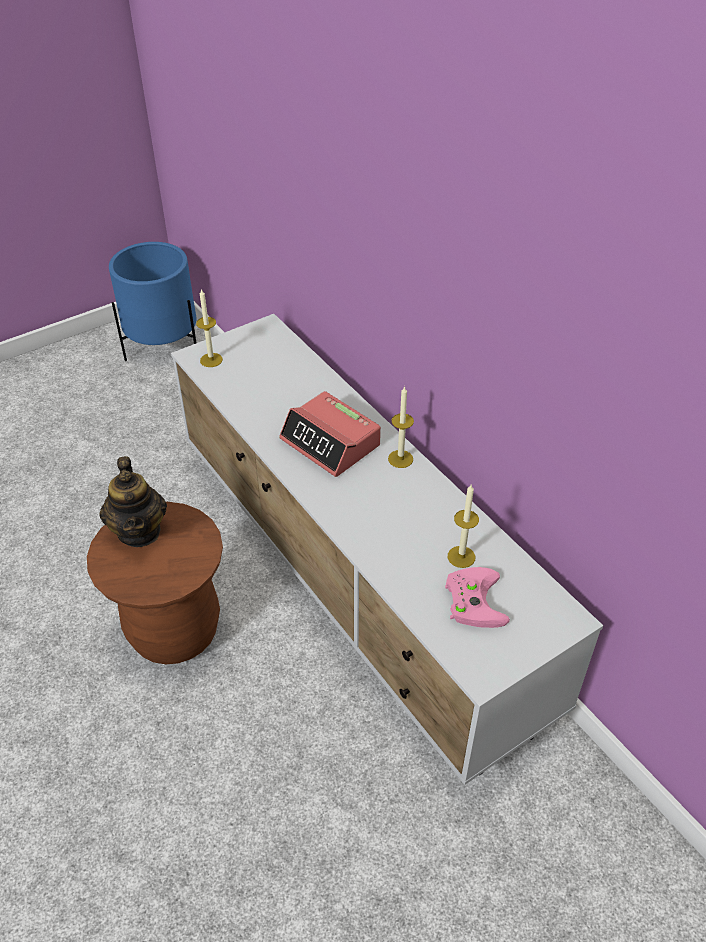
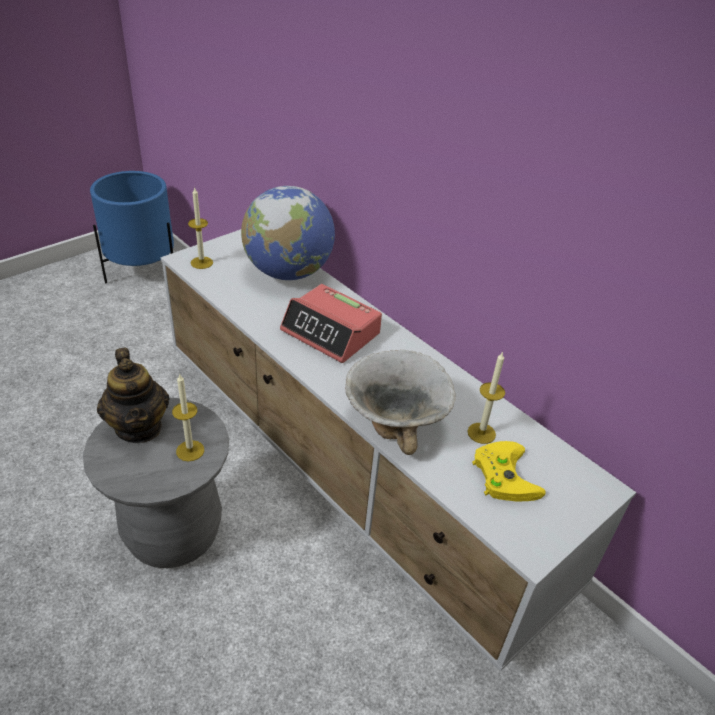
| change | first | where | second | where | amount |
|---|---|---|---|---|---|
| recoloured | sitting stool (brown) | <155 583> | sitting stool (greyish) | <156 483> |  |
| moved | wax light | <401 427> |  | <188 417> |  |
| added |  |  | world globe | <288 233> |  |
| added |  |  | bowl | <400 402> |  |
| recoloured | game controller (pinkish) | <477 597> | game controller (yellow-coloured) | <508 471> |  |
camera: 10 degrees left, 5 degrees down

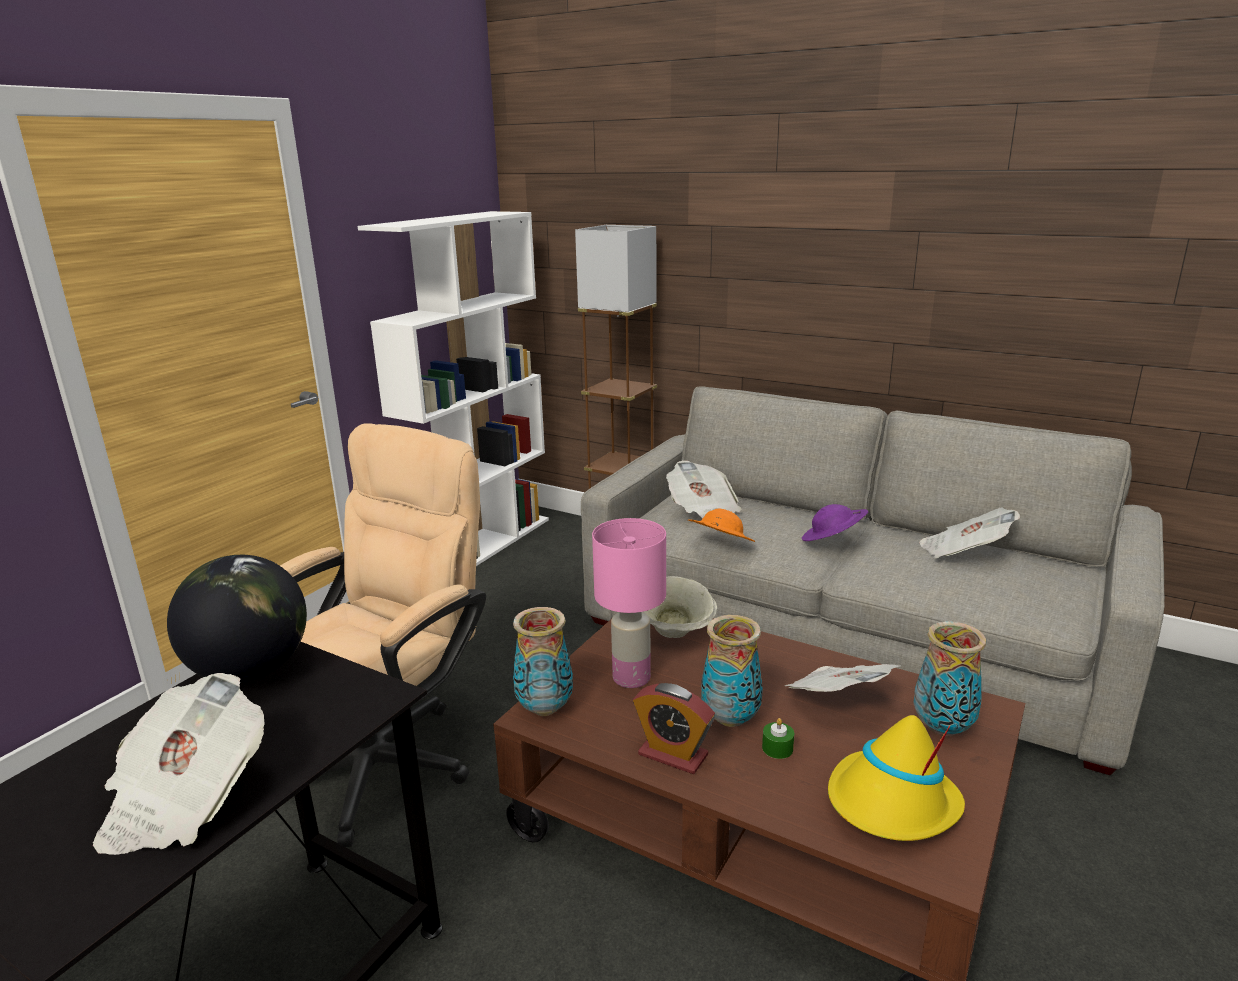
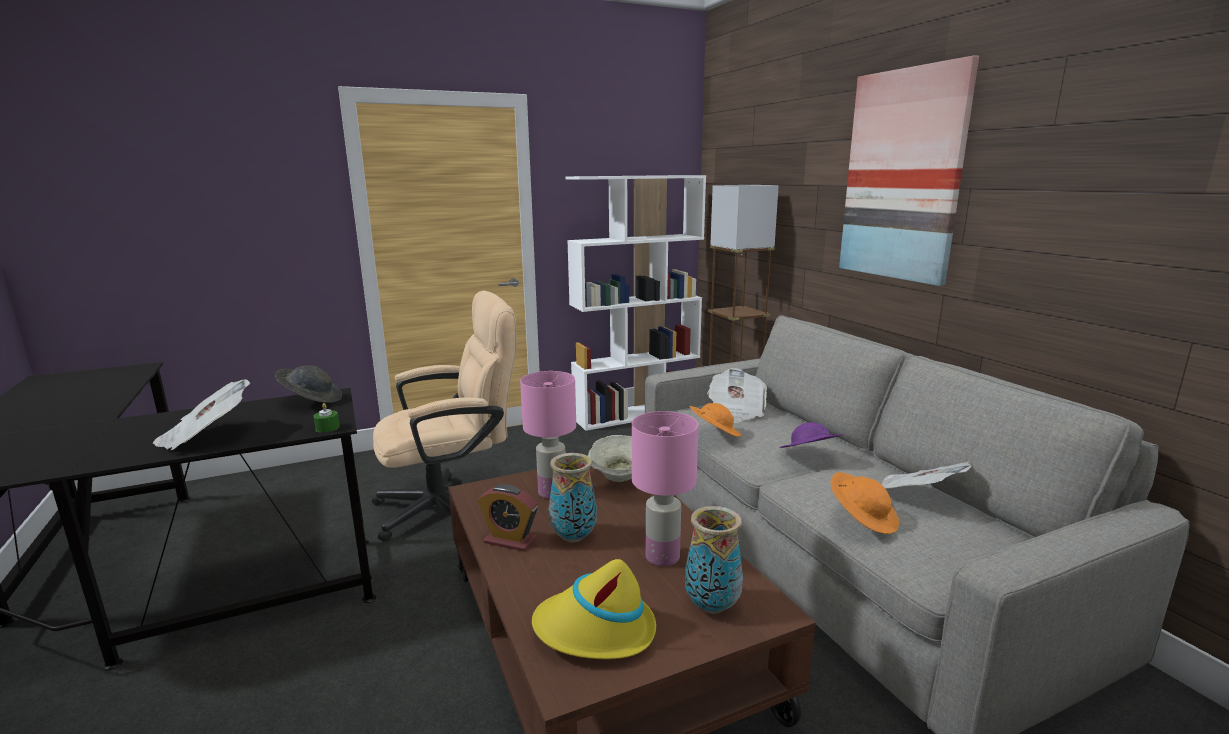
| change | first | where | second | where | amount |
|---|---|---|---|---|---|
| replaced | world globe | <237 619> | hat (greyish) | <308 384> |  |
| moved | wax light (green-coloured) | <778 738> |  | <326 417> |  |
| turned | bedside clock | <674 728> |  | <507 517> | 45 degrees counterclockwise |
| replaced | printed paper | <842 678> | tabletop lamp (pinkish) | <665 488> |  |
| added |  |  | hat (orange-coloured) | <864 503> |  |
| added |  |  | picture | <909 170> |  |
| removed | flower vase | <543 661> |  |  |  |
camera: 35 degrees right, 5 degrees down

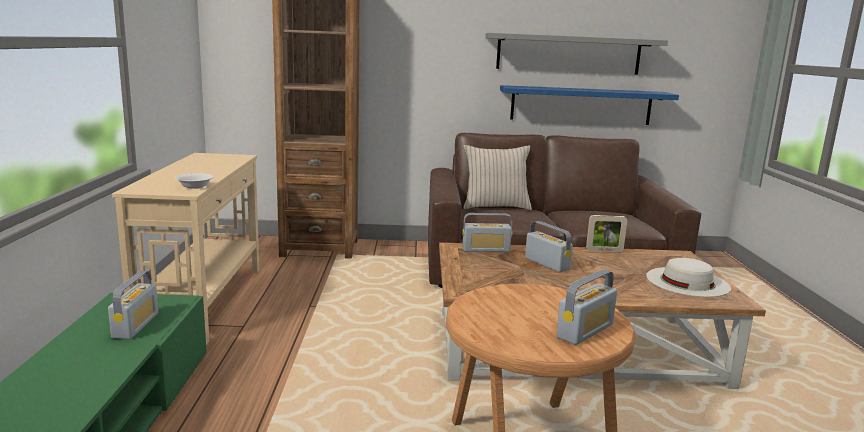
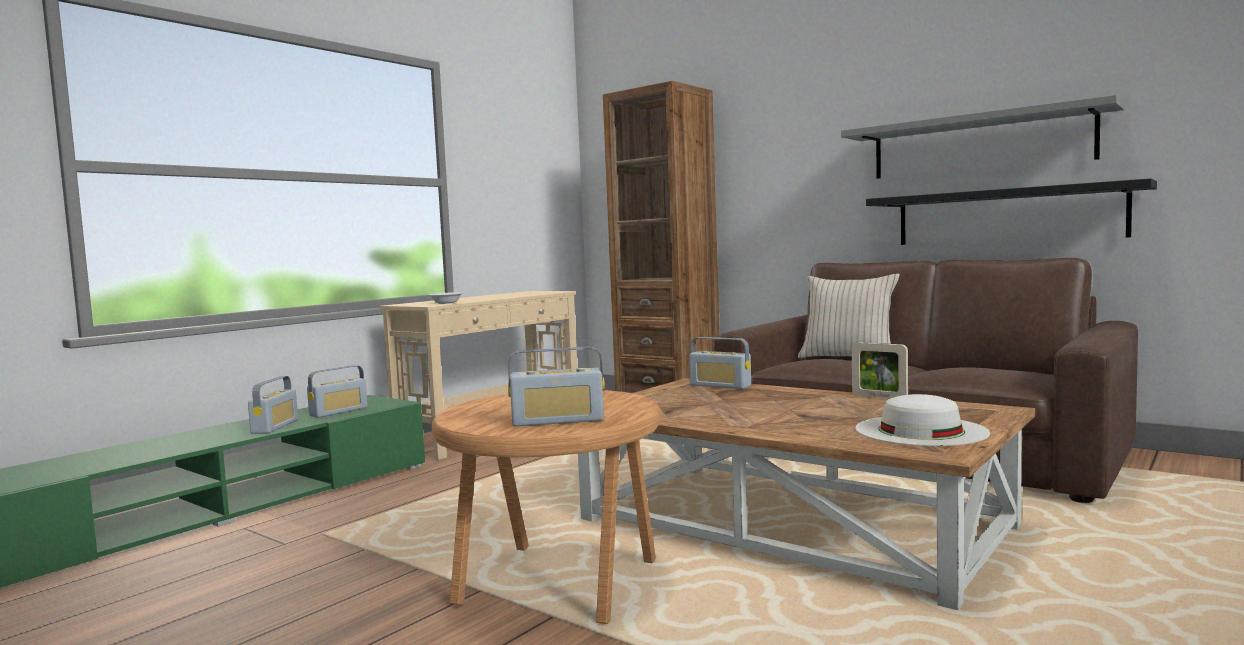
| change | first | where | second | where | amount |
|---|---|---|---|---|---|
| moved | radio | <549 246> |  | <273 405> |  |
| recoloured | wall shelf (bluish) | <589 105> | wall shelf (blackish) | <1011 211> |  |
camera: 40 degrees right, 10 degrees down

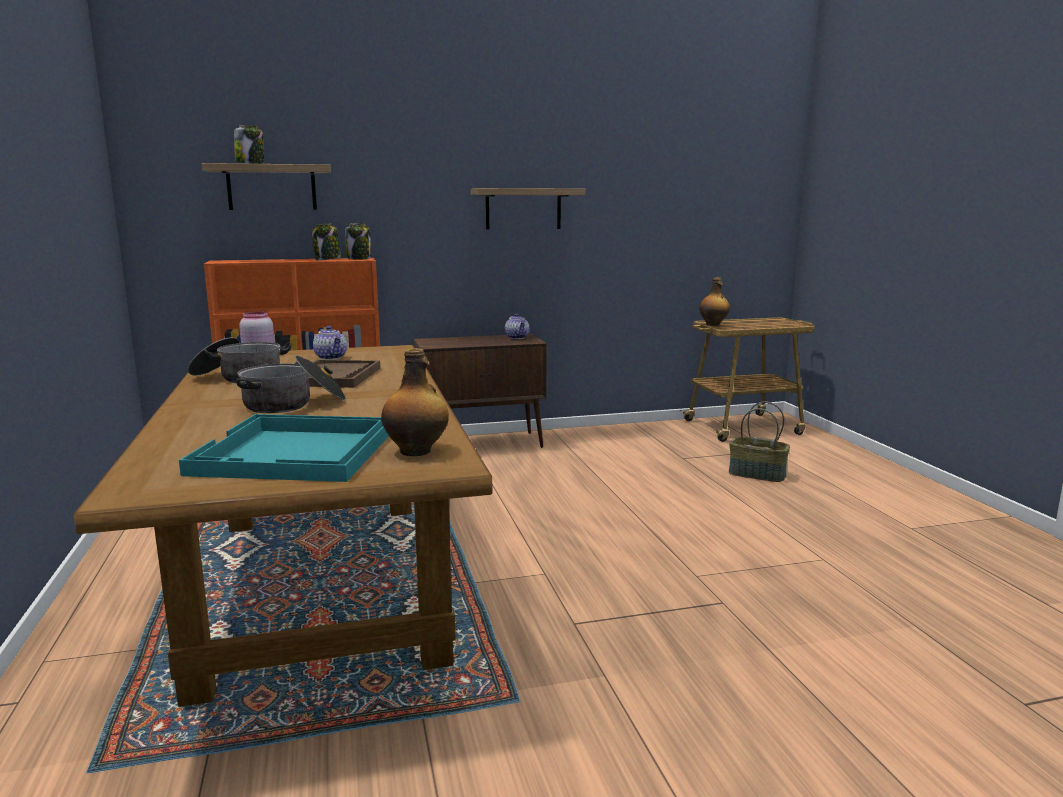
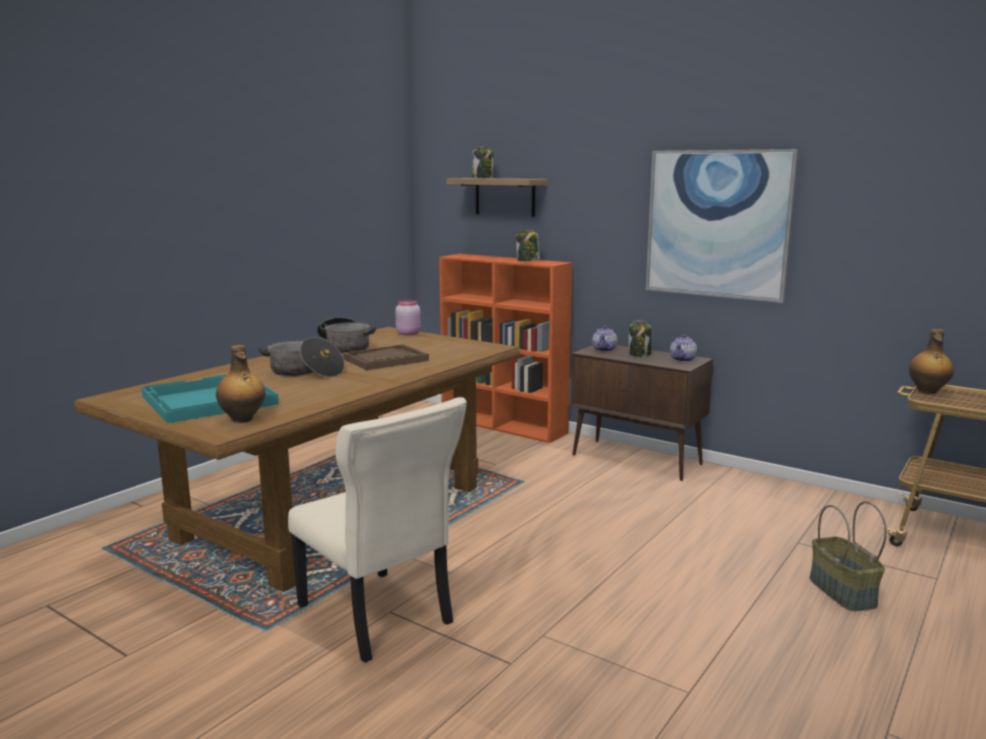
| change | first | where | second | where | amount |
|---|---|---|---|---|---|
| added |  |  | plain chair (beige) | <377 530> |  |
| moved | tea pot | <330 343> |  | <604 339> |  |
| moved | preserve jar | <358 241> |  | <640 338> |  |
| replaced | wall shelf | <528 209> | picture | <722 226> |  |
camera: 50 degrees right, 0 degrees up

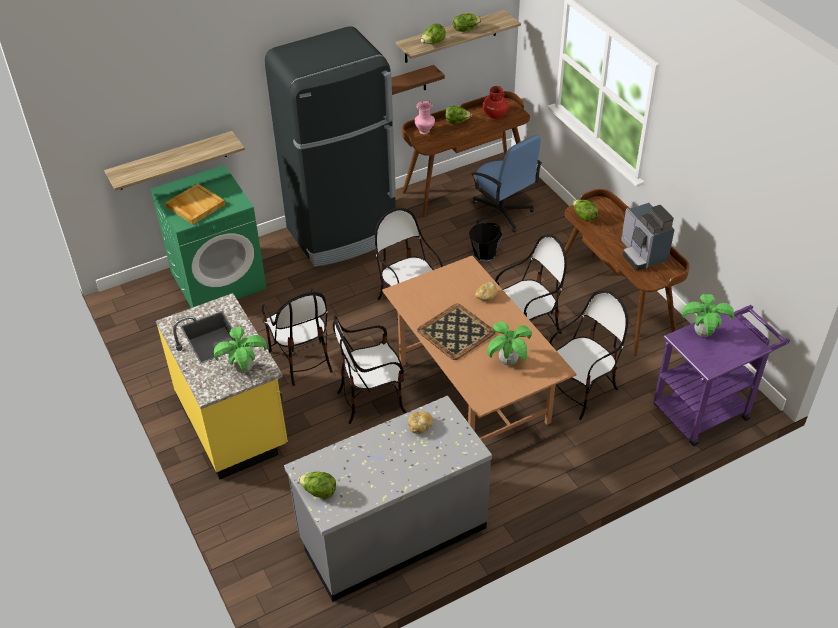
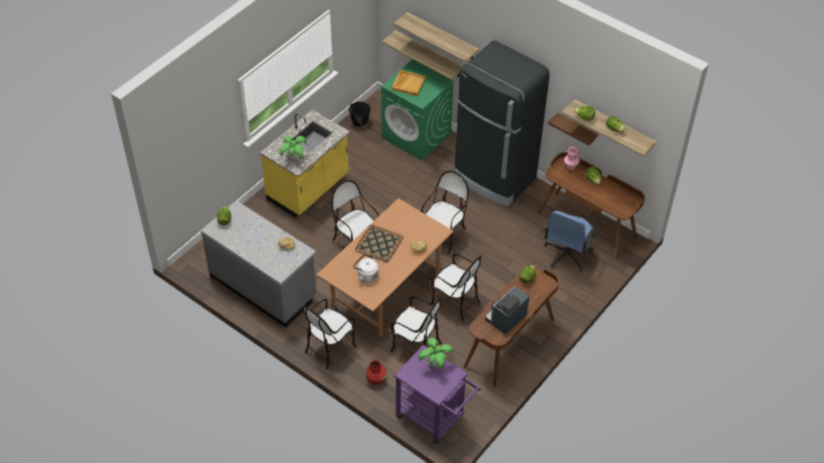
| change | first | where | second | where | amount |
|---|---|---|---|---|---|
| moved | plain chair | <297 337> |  | <329 334> |  |
| moved | bucket (blackish) | <485 242> |  | <359 115> |  |
| replaced | plant in a pot | <509 343> | water kettle (white) | <366 268> |  |
| moved | flower vase (red-coloured) | <496 102> |  | <376 373> |  |
| added |  |  | wall shelf | <436 37> |  |
camera: 65 degrees right, 5 degrees up

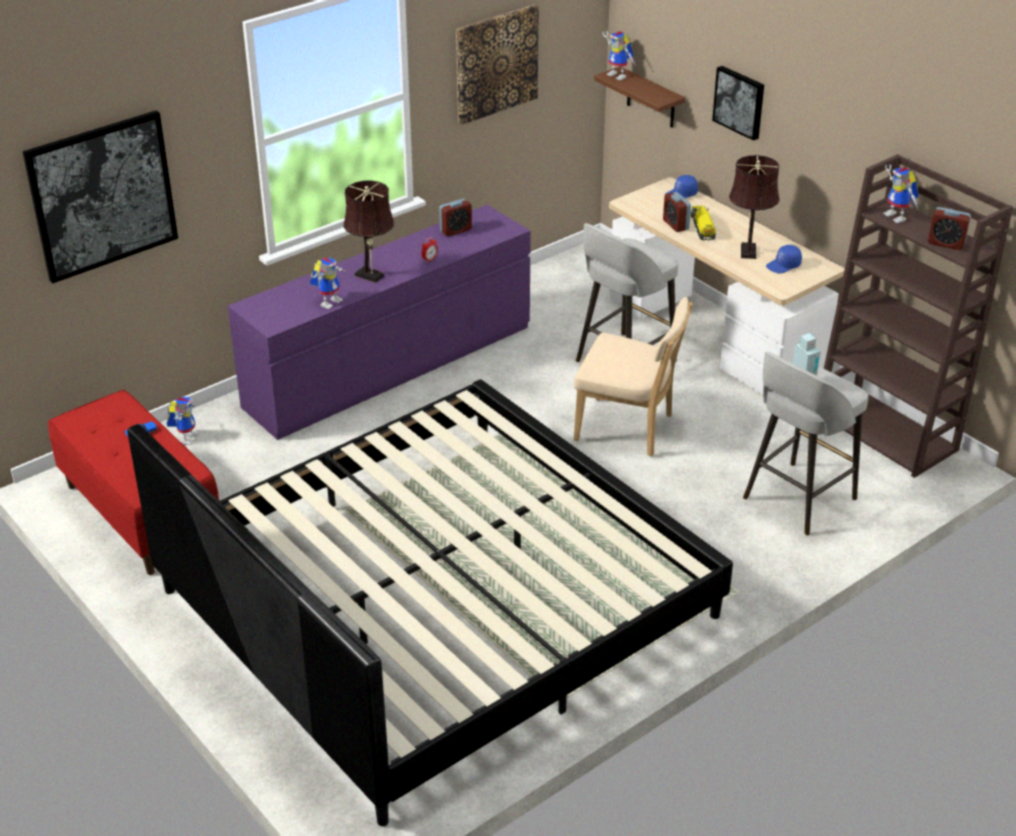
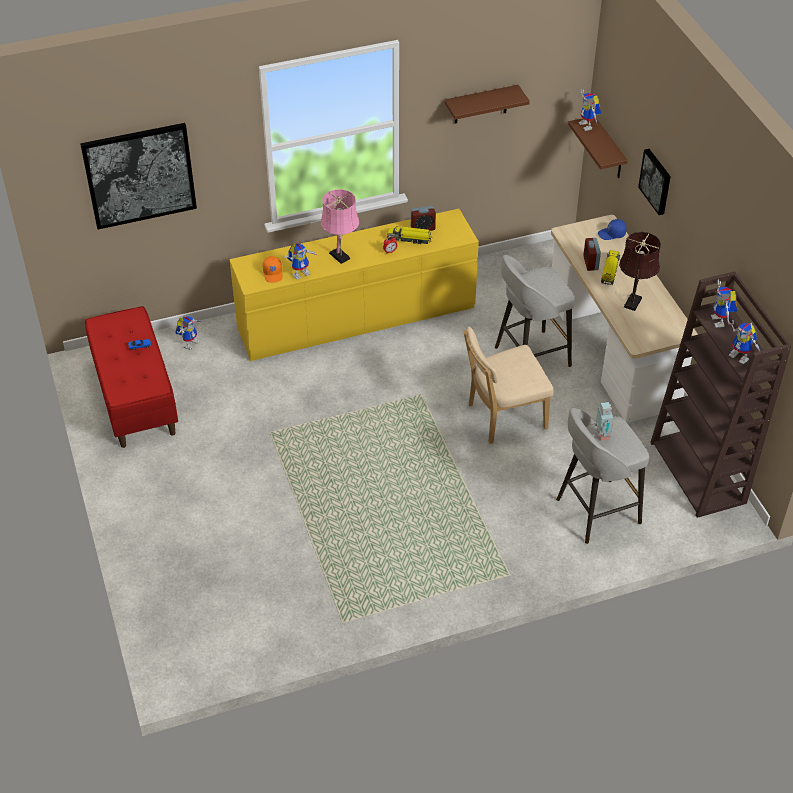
| change | first | where | second | where | amount |
|---|---|---|---|---|---|
| recoloured | drawer chest (purple-coloured) | <379 322> | drawer chest (yellow-coloured) | <354 285> |  |
| added |  |  | baseball cap (orange-coloured) | <273 269> |  |
| recoloured | tabletop lamp (brown) | <368 232> | tabletop lamp (pinkish) | <340 226> |  |
| added |  |  | toy truck | <409 235> |  |
| replaced | picture | <497 65> | wall shelf (brown) | <487 104> |  |
| turned | plain chair (beige) | <633 377> |  | <509 385> | 120 degrees clockwise |
| replaced | bedside clock | <949 228> | toy robot | <743 342> |  |
| removed | bed | <430 603> |  |  |  |
| removed | baseball cap (bluish) | <784 259> |  |  |  |
camera: 20 degrees right, 10 degrees up

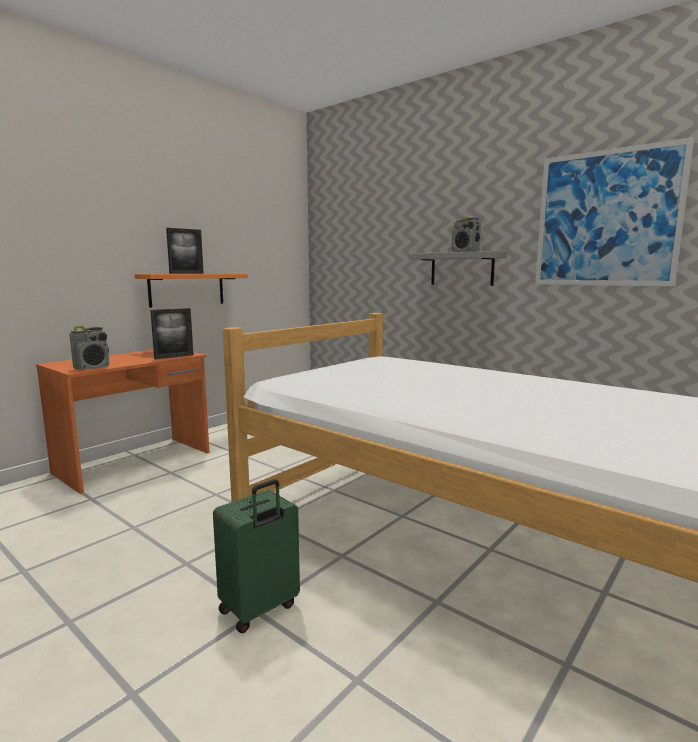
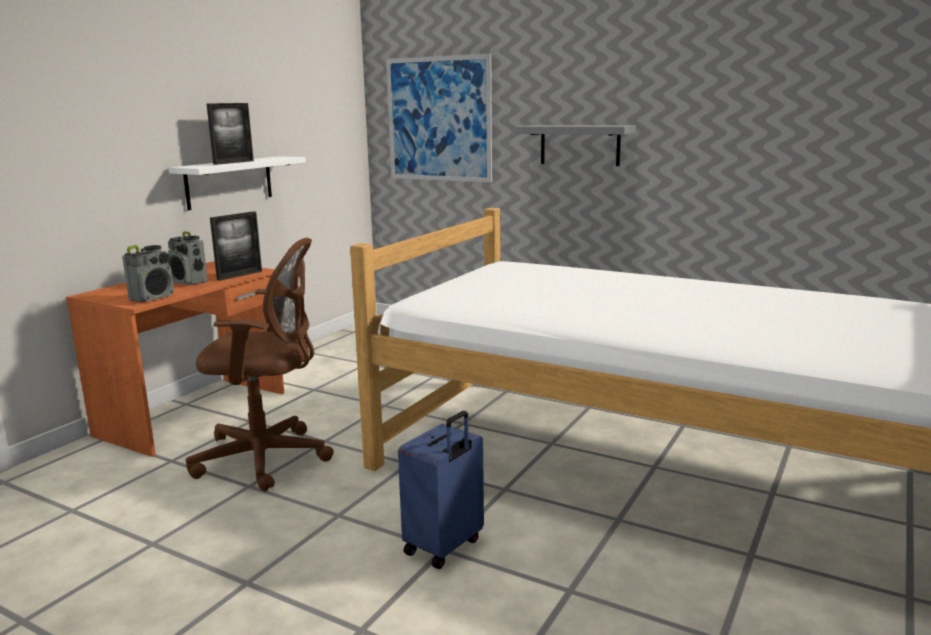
| change | first | where | second | where | amount |
|---|---|---|---|---|---|
| moved | radio | <466 234> |  | <187 258> |  |
| recoloured | wall shelf (orange-coloured) | <191 291> | wall shelf (white) | <237 183> |  |
| added |  |  | desk chair (brown) | <260 364> |  |
| moved | picture | <614 211> |  | <439 117> |  |
| recoloured | travel case (green-coloured) | <256 556> | travel case (bluish) | <441 490> |  |
camera: 10 degrees left, 5 degrees up

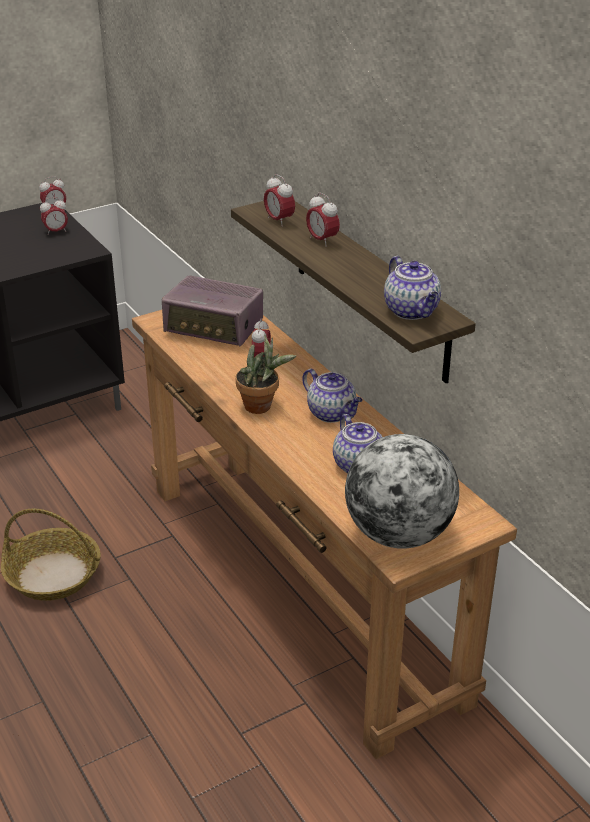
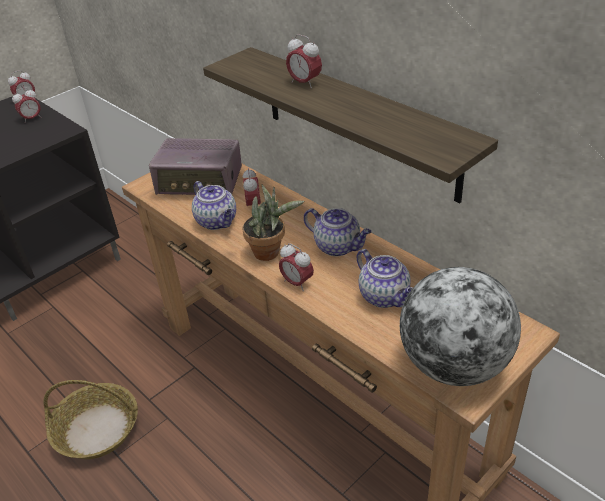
| change | first | where | second | where | amount |
|---|---|---|---|---|---|
| moved | tea pot | <412 288> |  | <214 205> |  |
| moved | bedside clock | <279 200> |  | <296 267> |  |
camera: 10 degrees left, 5 degrees up

